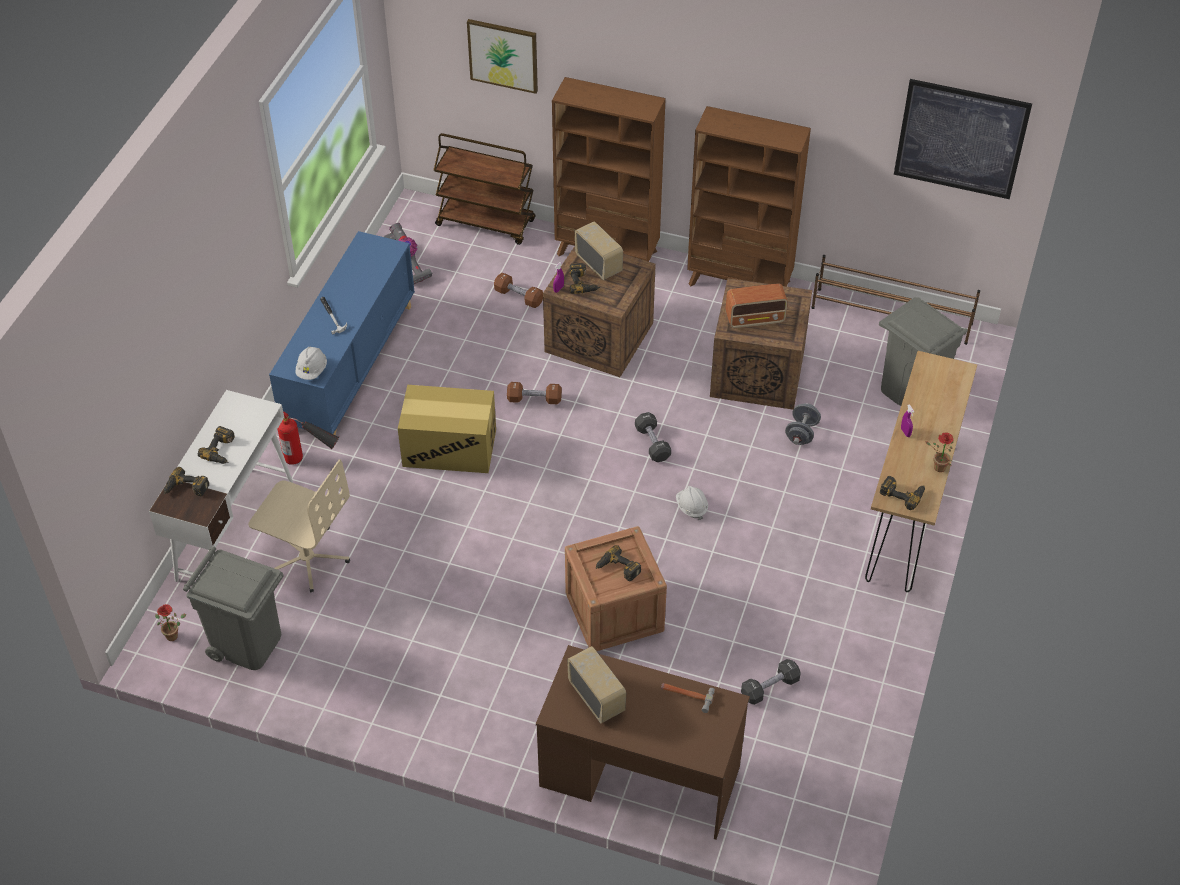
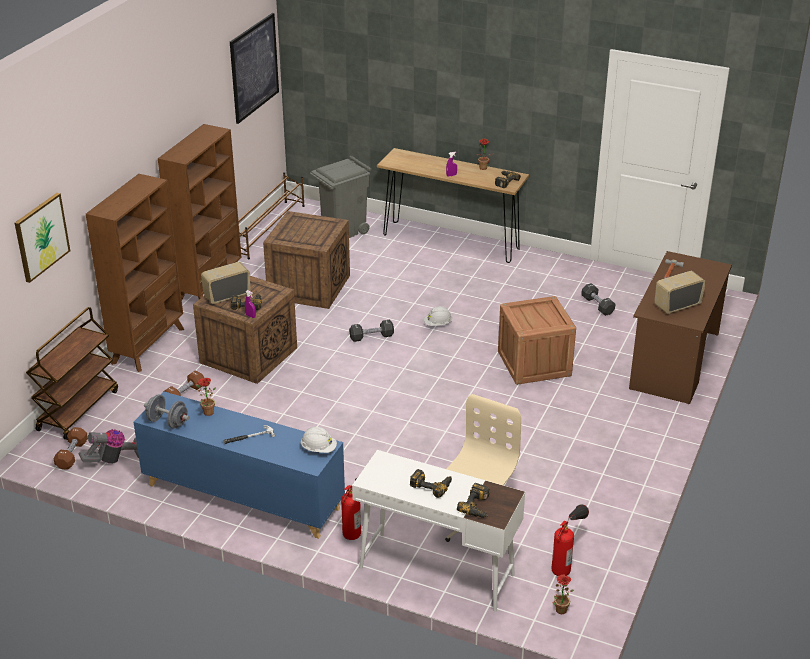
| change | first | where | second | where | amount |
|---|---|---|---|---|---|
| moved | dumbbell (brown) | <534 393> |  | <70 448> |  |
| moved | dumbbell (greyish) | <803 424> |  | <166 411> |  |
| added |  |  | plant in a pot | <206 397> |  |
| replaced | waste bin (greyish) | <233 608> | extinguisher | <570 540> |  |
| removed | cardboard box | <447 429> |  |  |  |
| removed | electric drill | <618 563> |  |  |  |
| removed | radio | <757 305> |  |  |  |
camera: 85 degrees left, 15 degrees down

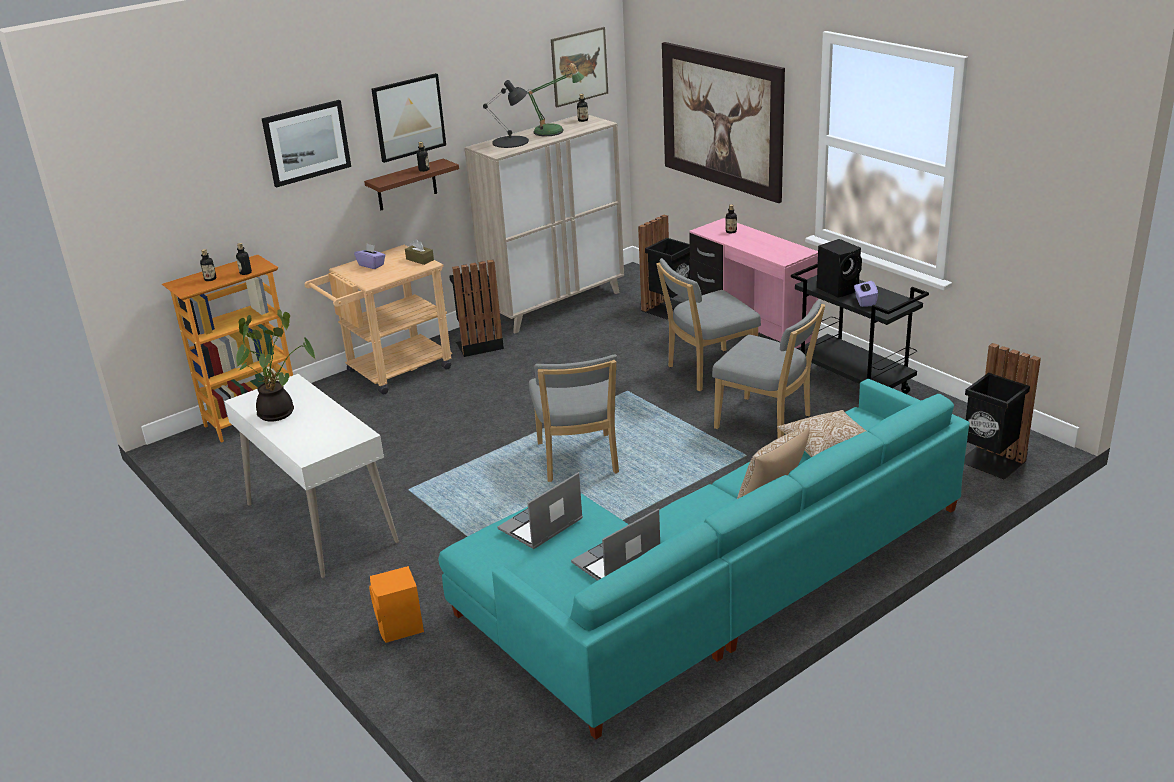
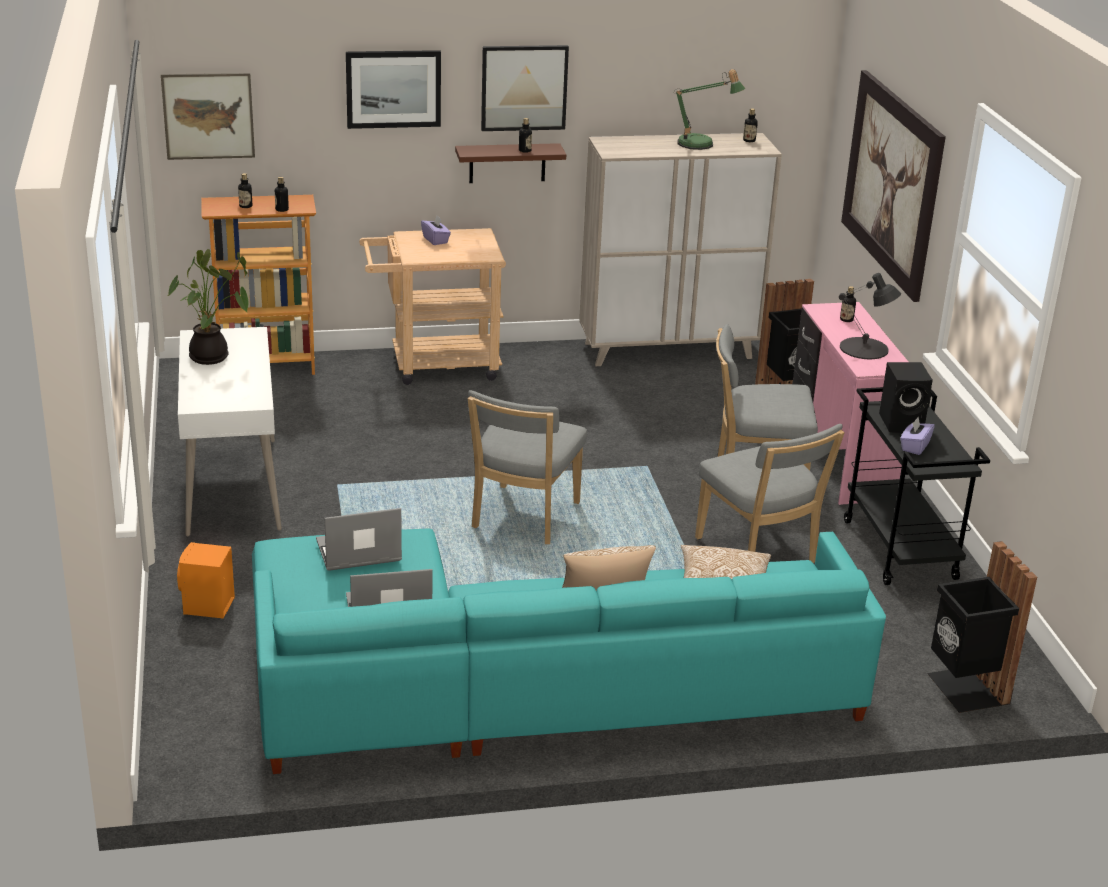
| change | first | where | second | where | amount |
|---|---|---|---|---|---|
| moved | picture | <579 67> |  | <208 116> |  |
| moved | tabletop lamp (blackish) | <506 114> |  | <870 316> |  |
| removed | box of tissues (brown) | <419 252> |  |  |  |
| removed | waste bin (blackish) | <476 308> |  |  |  |
camera: 25 degrees right, 0 degrees up

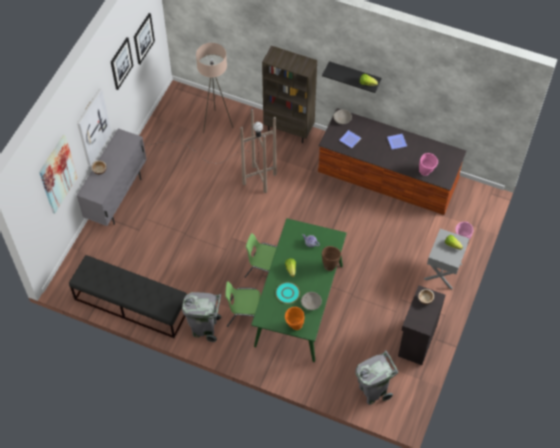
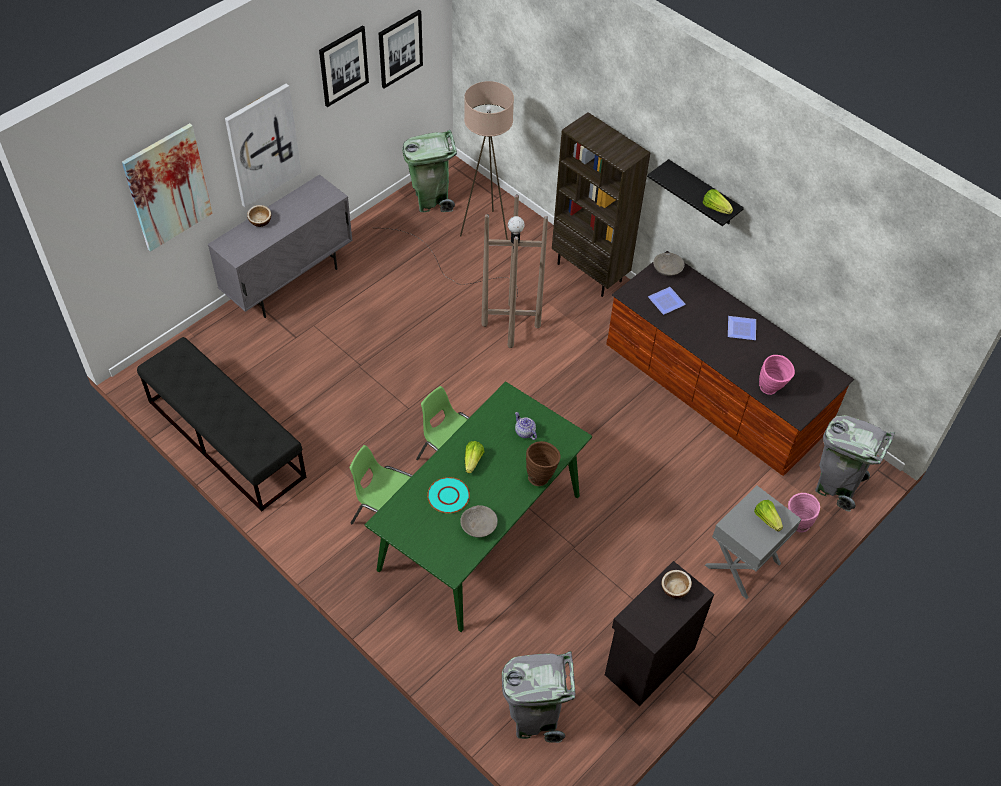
| change | first | where | second | where | amount |
|---|---|---|---|---|---|
| added |  |  | waste bin (green-coloured) | <429 171> |  |
| moved | waste bin (greyish) | <201 317> |  | <855 463> |  |
| removed | flower vase (orange-coloured) | <295 318> |  |  |  |
camera: 20 degrees right, 5 degrees down

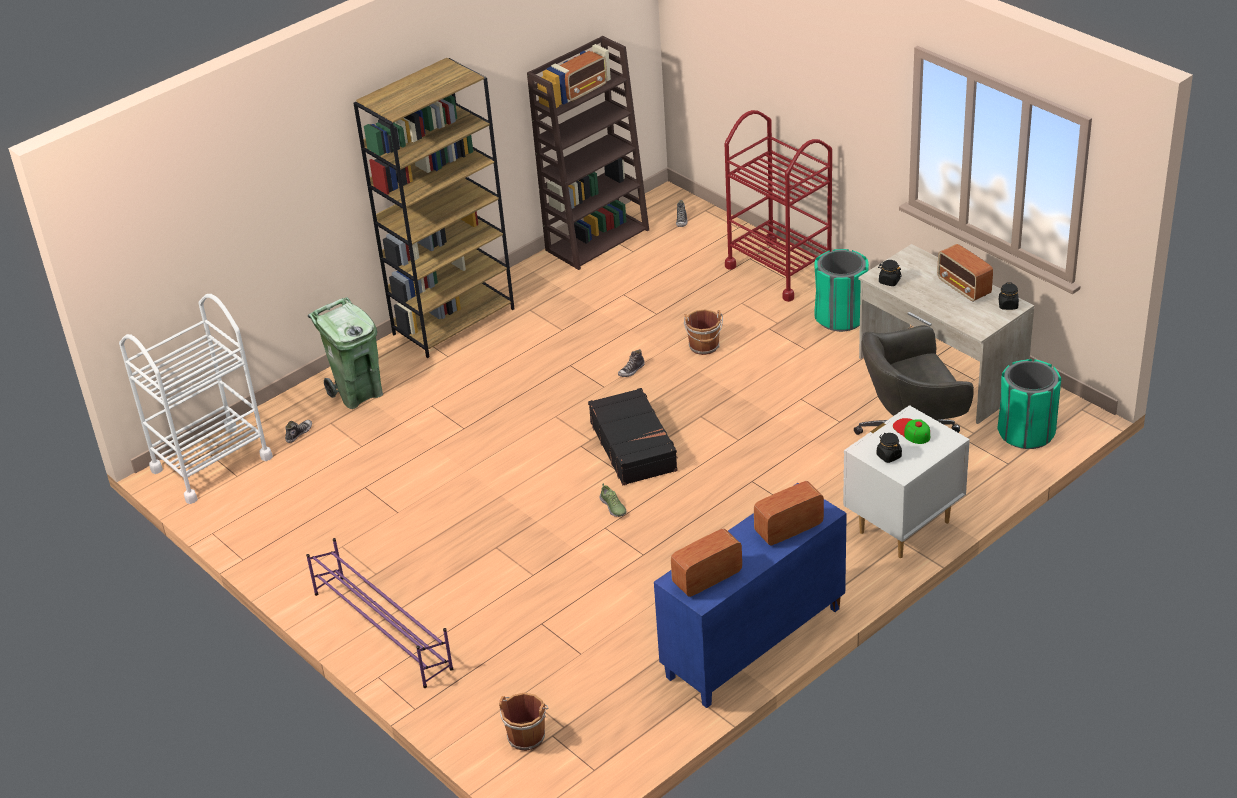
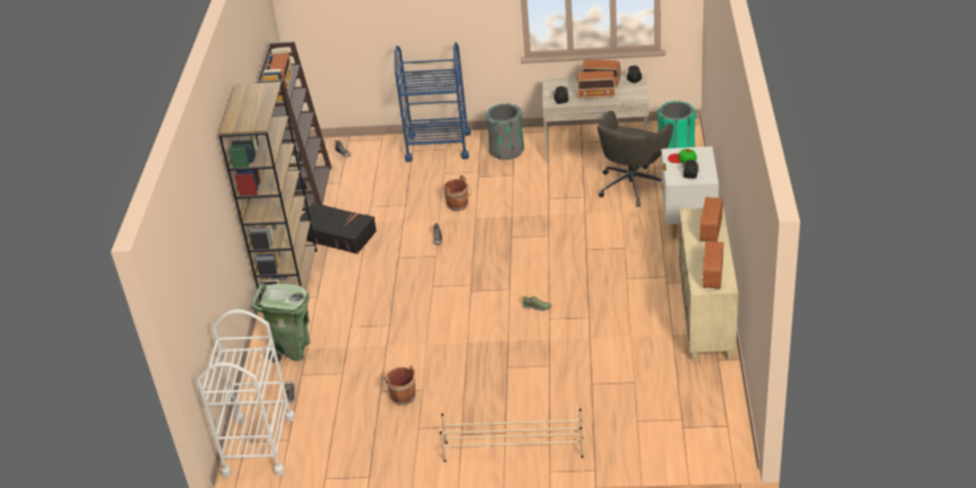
| change | first | where | second | where | amount |
|---|---|---|---|---|---|
| moved | travel case (blackish) | <633 436> |  | <338 228> |  |
| moved | bucket (brown) | <524 722> |  | <399 385> |  |
| recoloured | cart (red-coloured) | <778 206> | cart (bluish) | <432 102> |  |
| recoloured | shoe rack (purple-coloured) | <379 613> | shoe rack (beige) | <512 435> |  |
| recoloured | waste bin (green-coloured) | <841 290> | waste bin (greyish) | <505 132> |  |
| added |  |  | radio | <596 85> |  |
| recoloured | storage cabinet (bluish) | <750 595> | storage cabinet (beige) | <708 284> |  |
camera: 45 degrees left, 0 degrees up

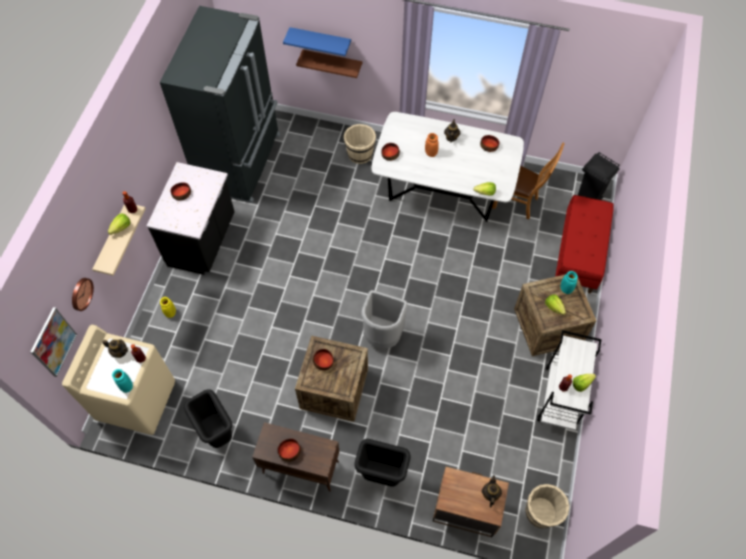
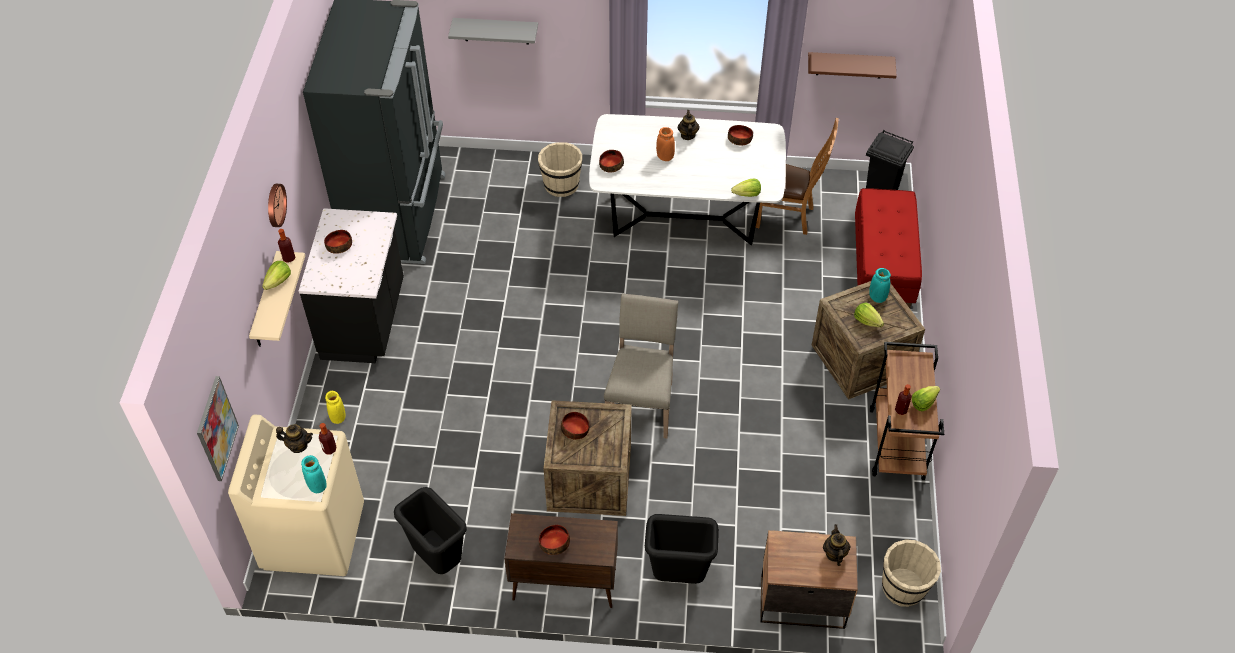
| change | first | where | second | where | amount |
|---|---|---|---|---|---|
| moved | clock on the wall | <83 294> |  | <277 205> |  |
| recoloured | wall shelf (bluish) | <317 41> | wall shelf (greyish) | <493 31> |  |
| replaced | waste bin (greyish) | <385 319> | plain chair (beige) | <641 366> |  |
| moved | wall shelf (brown) | <329 64> |  | <852 65> |  |
| recoloured | cart (white) | <569 380> | cart (brown) | <907 411> |  |
camera: 10 degrees left, 10 degrees down

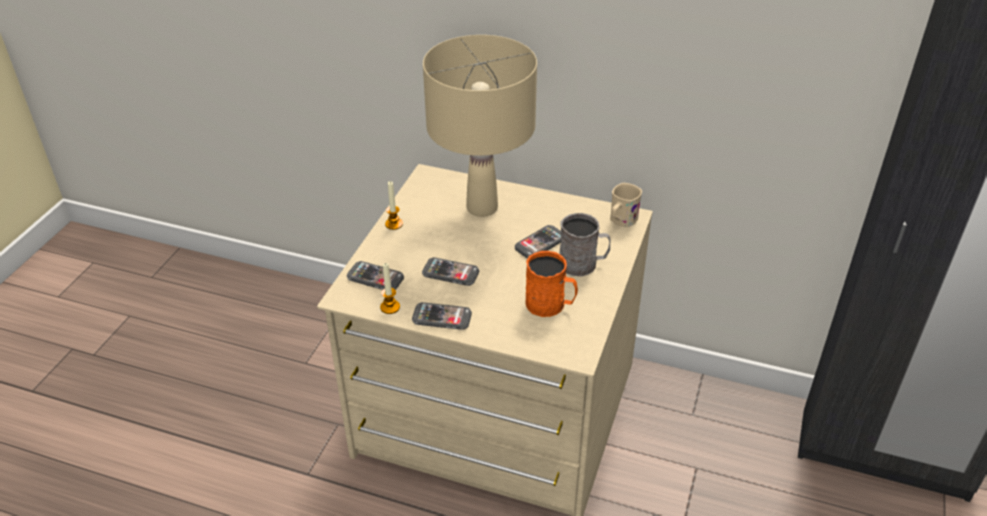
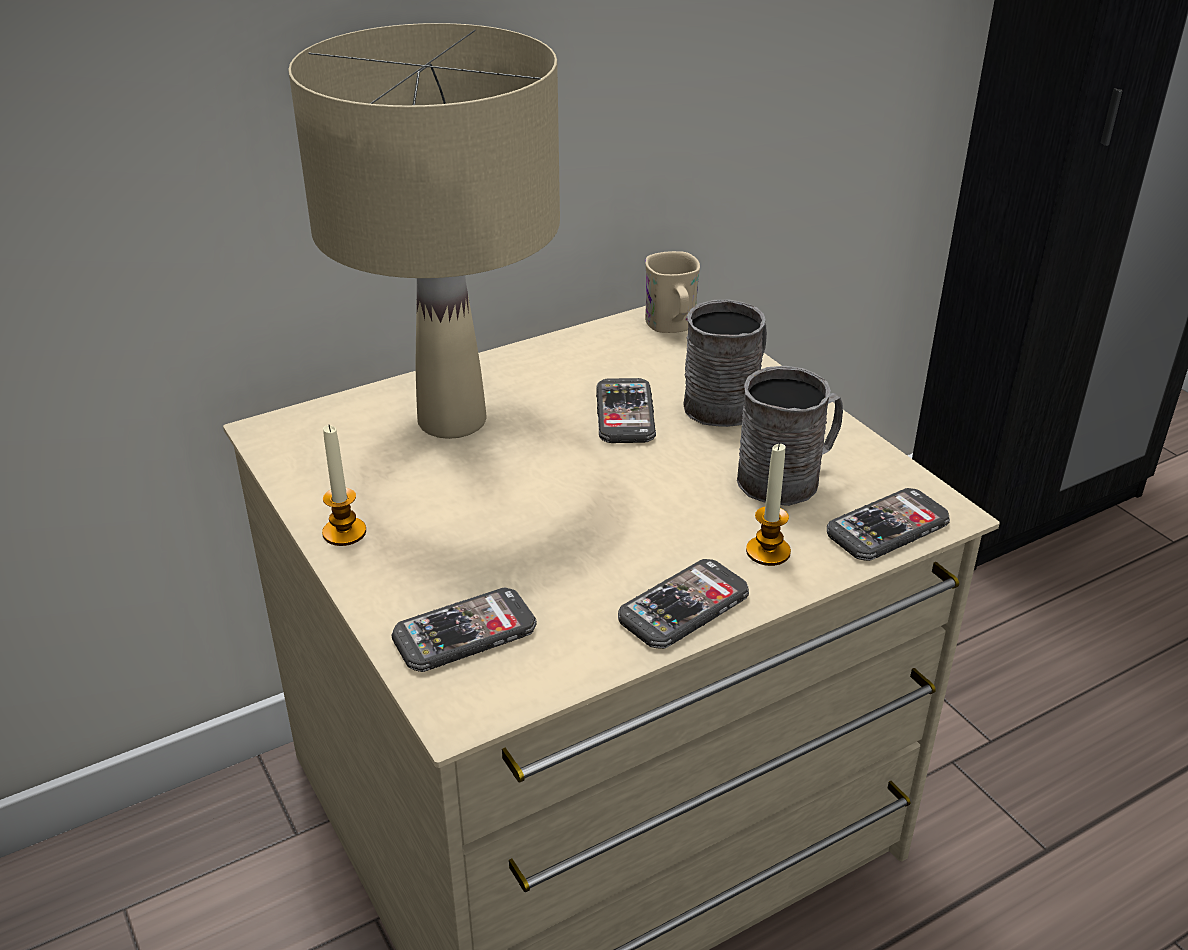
| change | first | where | second | where | amount |
|---|---|---|---|---|---|
| recoloured | tea mug (orange-coloured) | <551 284> | tea mug (greyish) | <790 436> |  |
| moved | wax light | <390 288> |  | <768 504> |  |
| moved | telephone | <450 271> |  | <888 524> |  |
camera: 50 degrees left, 5 degrees down

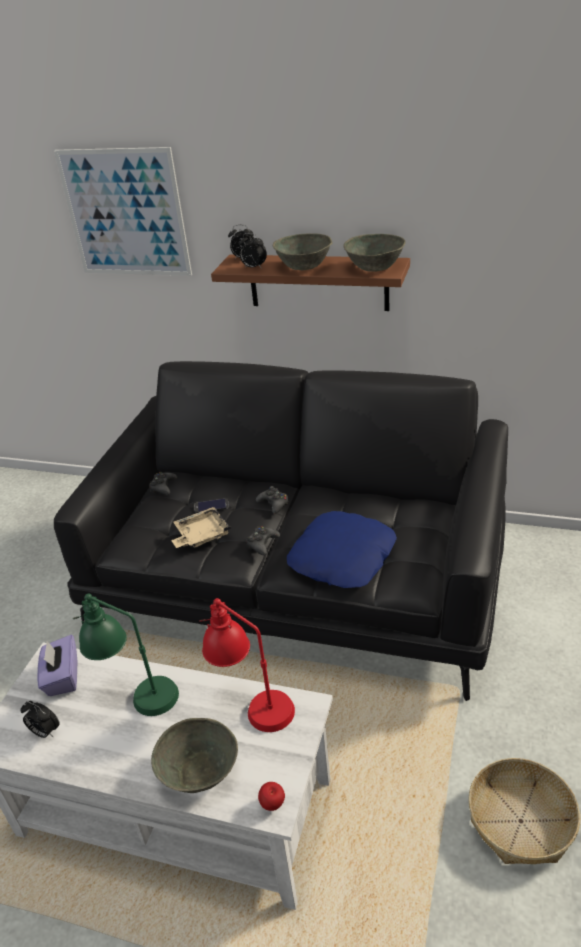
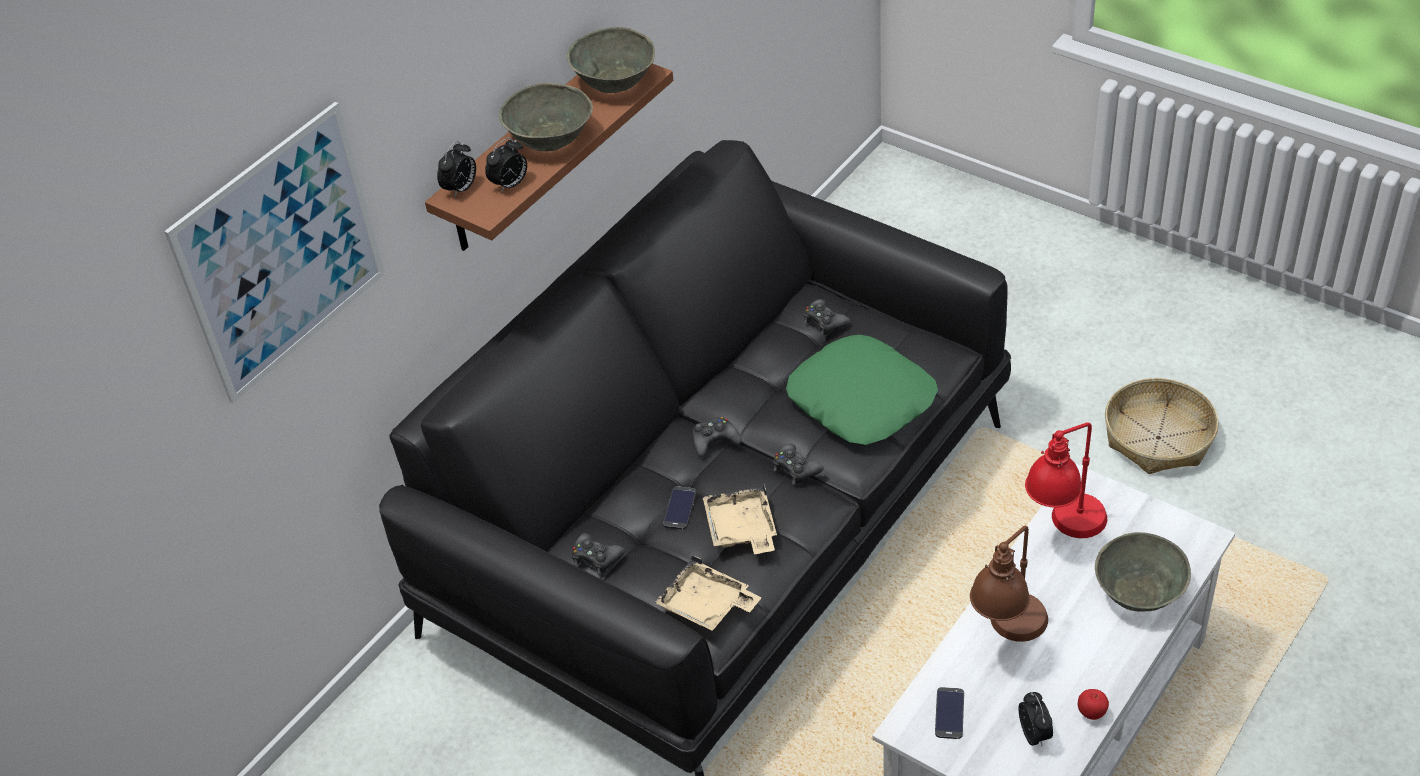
| change | first | where | second | where | amount |
|---|---|---|---|---|---|
| added |  |  | serving tray (beige) | <708 593> |  |
| recoloured | cushion (bluish) | <342 549> | cushion (green-coloured) | <862 390> |  |
| added |  |  | game controller (blackish) | <827 317> |  |
| replaced | box of tissues (purple-coloured) | <57 665> | telephone | <949 713> |  |
| recoloured | tabletop lamp (green-coloured) | <126 655> | tabletop lamp (brown) | <1009 584> |  |
| turned | bedside clock | <40 719> |  | <1035 719> | 60 degrees counterclockwise |
| moved | whole apple | <271 796> |  | <1093 704> |  |
camera: 70 degrees left, 10 degrees up

